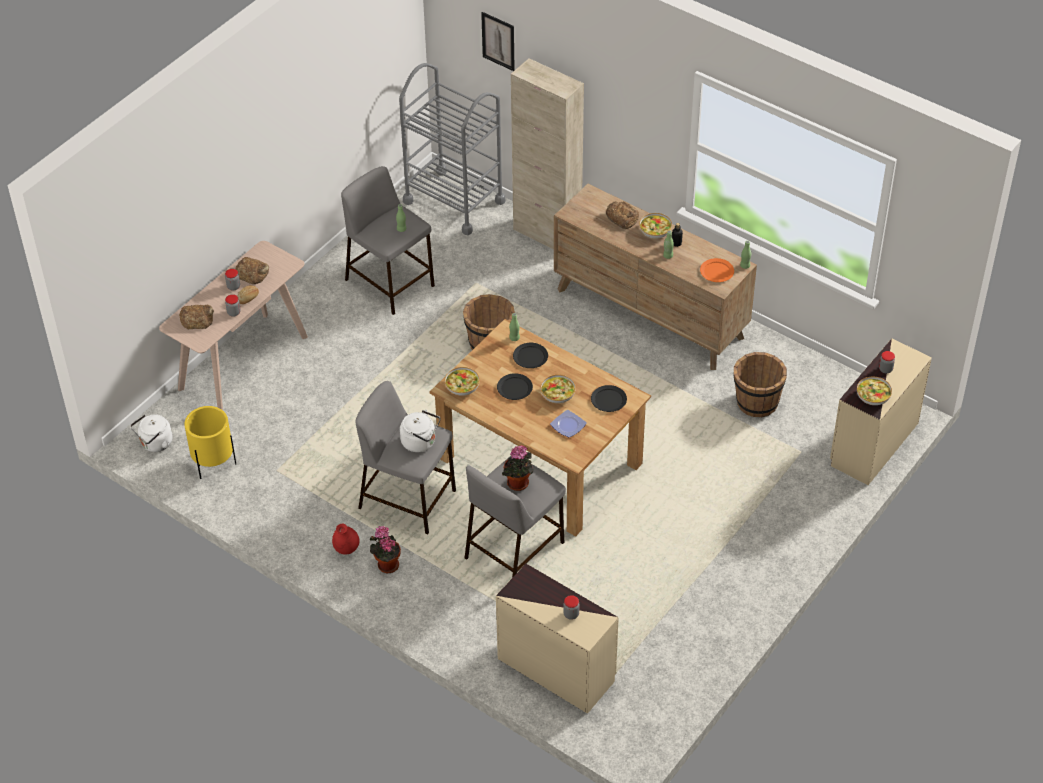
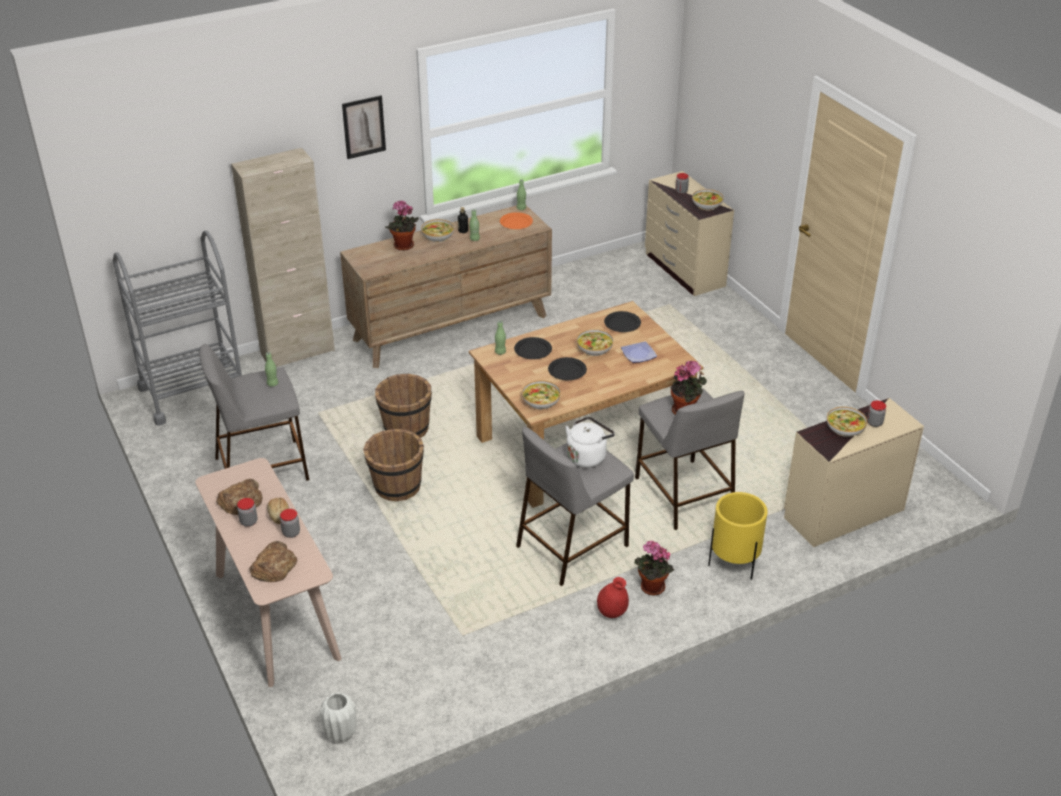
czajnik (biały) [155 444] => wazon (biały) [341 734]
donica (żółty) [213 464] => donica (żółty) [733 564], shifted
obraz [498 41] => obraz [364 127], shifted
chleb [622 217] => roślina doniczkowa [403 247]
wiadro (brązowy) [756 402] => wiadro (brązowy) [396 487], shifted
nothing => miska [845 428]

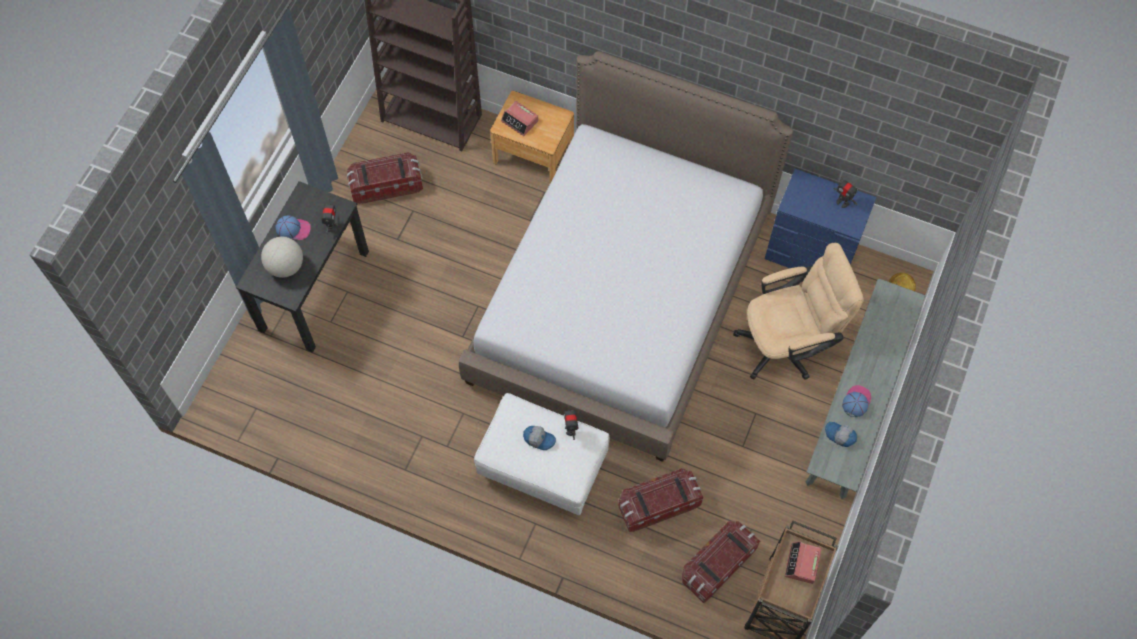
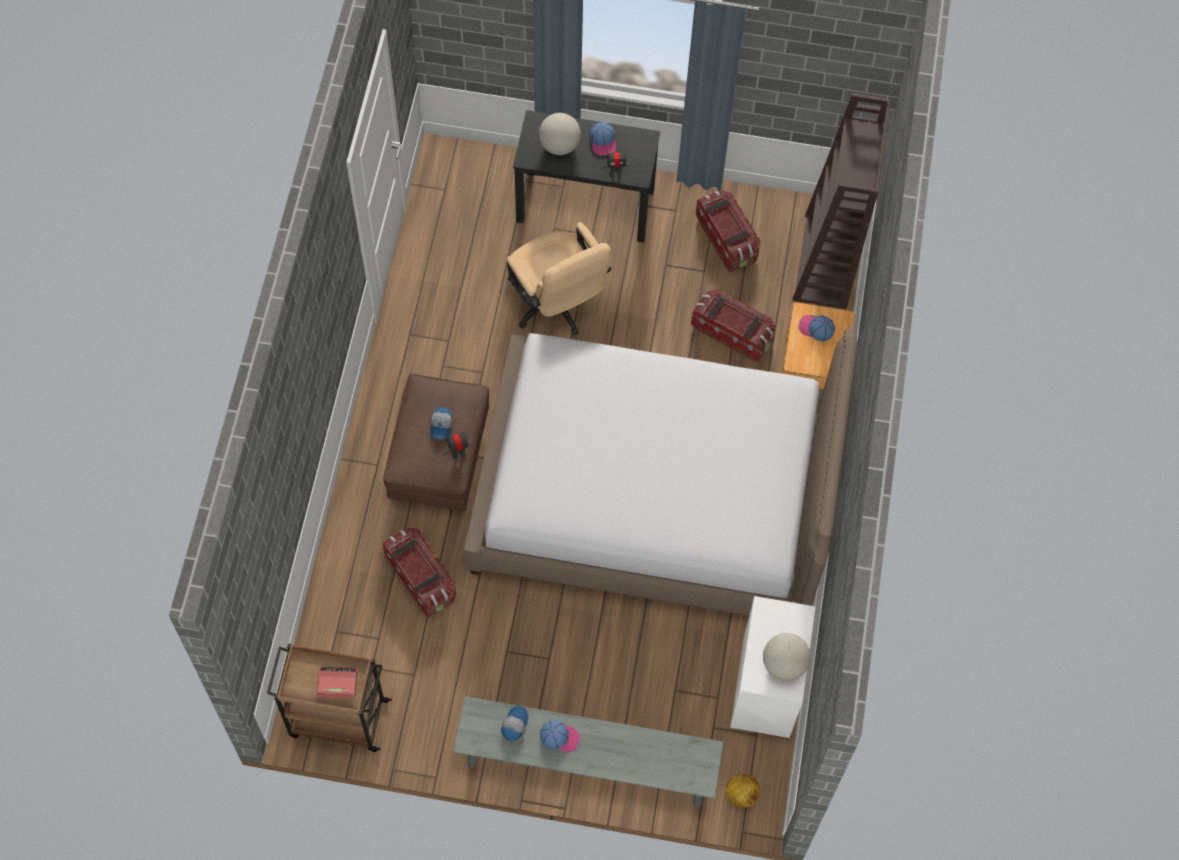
pufa (biały) [543 467] => pufa (brązowy) [439 459]
budzik [520 121] => czapka z daszkiem [816 328]
pojemnik do przechowywania [717 565] => pojemnik do przechowywania [732 332], shifted
krzesło biurowe (beżowy) [787 344] => krzesło biurowe (beżowy) [556 305], shifted
komoda (niebieski) [810 254] => komoda (biały) [766 688]
robot zabawkowy [842 202] => globus [784 664]

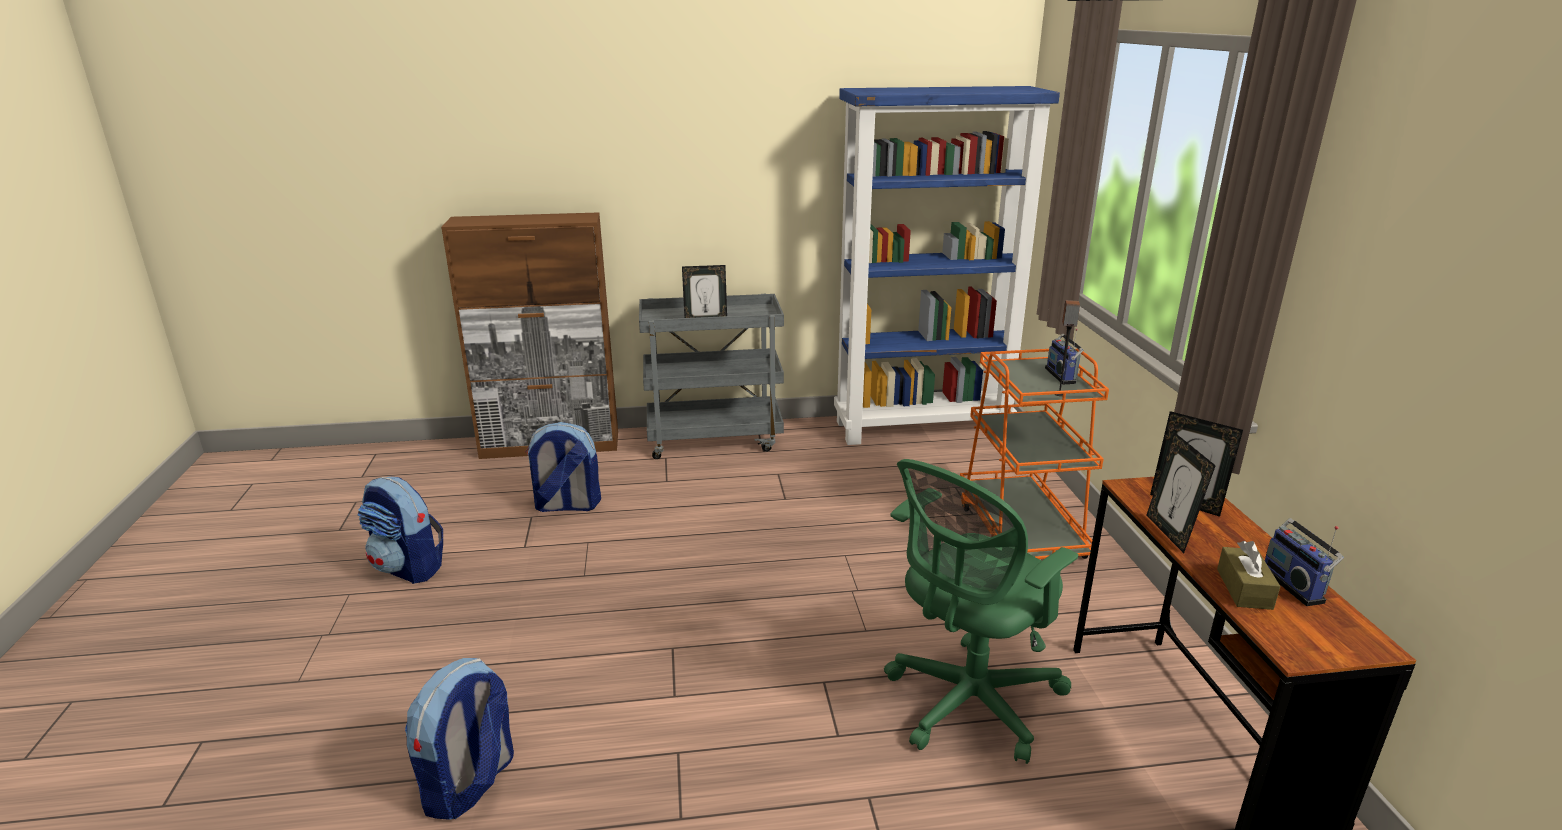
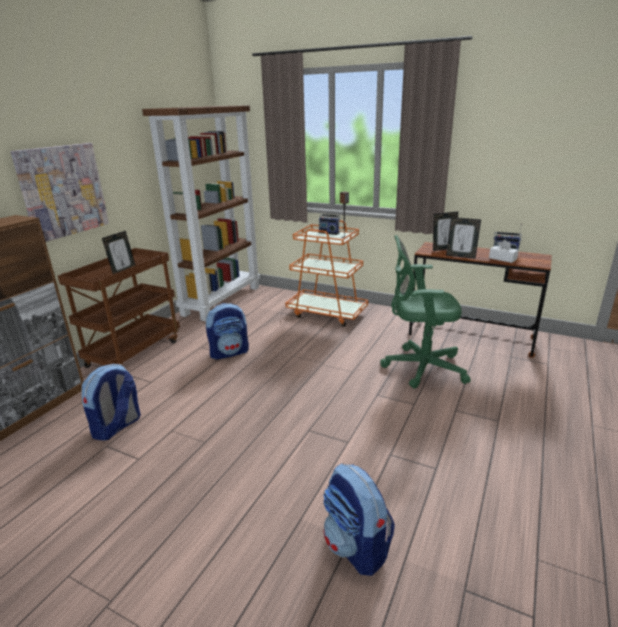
plecak [409 568] => plecak [229 352], shifted
wózek (szary) [715 439] => wózek (brązowy) [134 352]
regał (niebieski) [923 427] => regał (brązowy) [222 300]
krzesło biurowe (zielony) [967 704] => krzesło biurowe (zielony) [420 367], 105 degrees clockwise
pudełko chusteczek (brązowy) [1244 589] => pudełko chusteczek (biały) [502 259]
nothing => obraz [63 191]

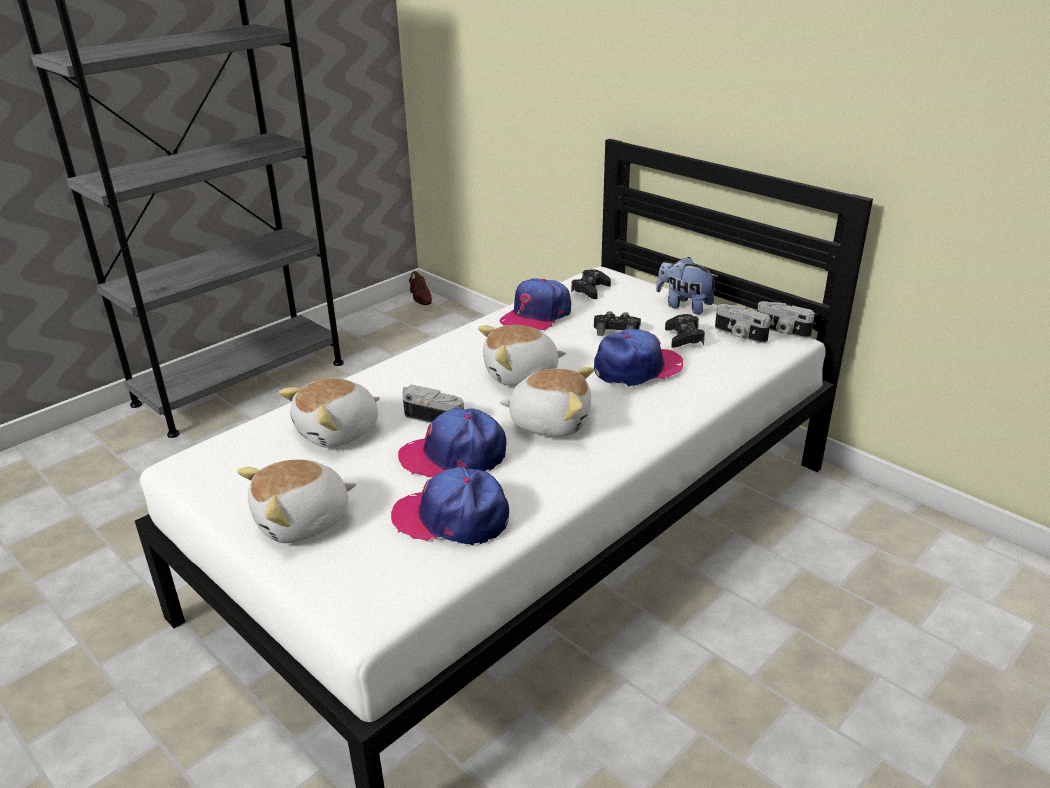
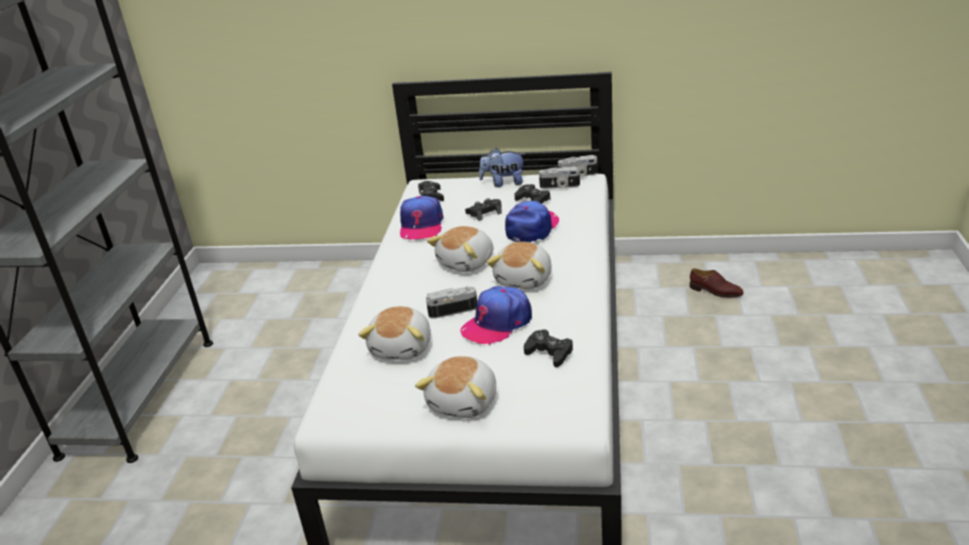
czapka z daszkiem [452 518] => pad do gier (czarny) [549 353]
but (brązowy) [420 297] => but (brązowy) [715 291], shifted
pluszak [550 422] => pluszak [525 279], 135 degrees clockwise

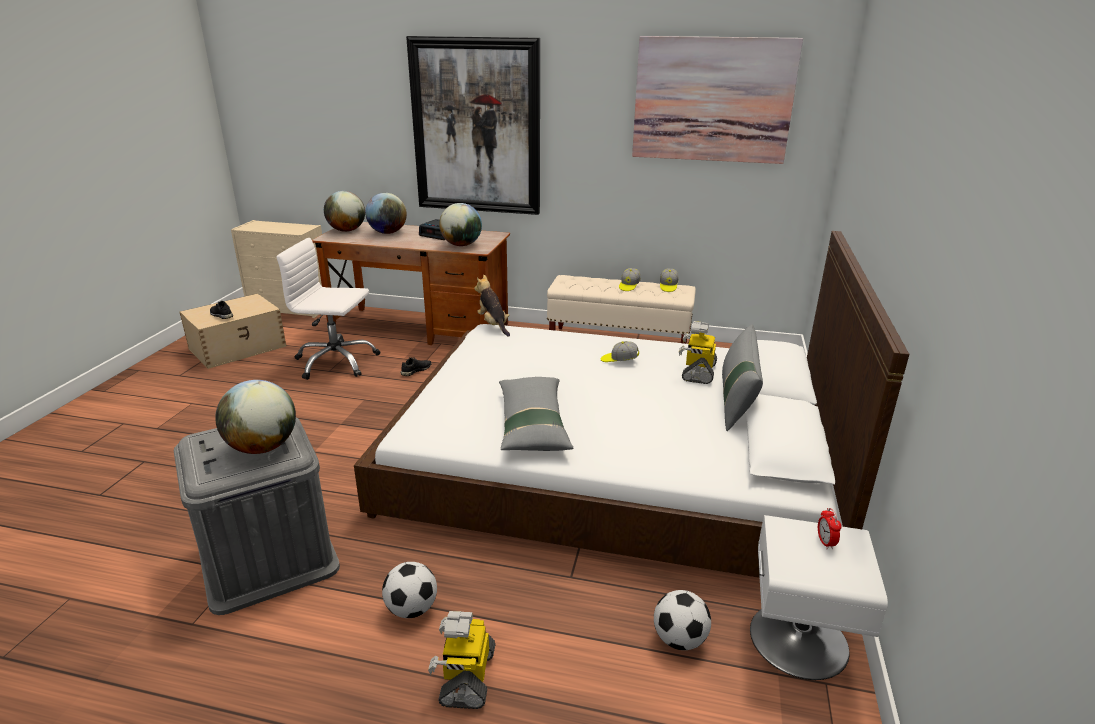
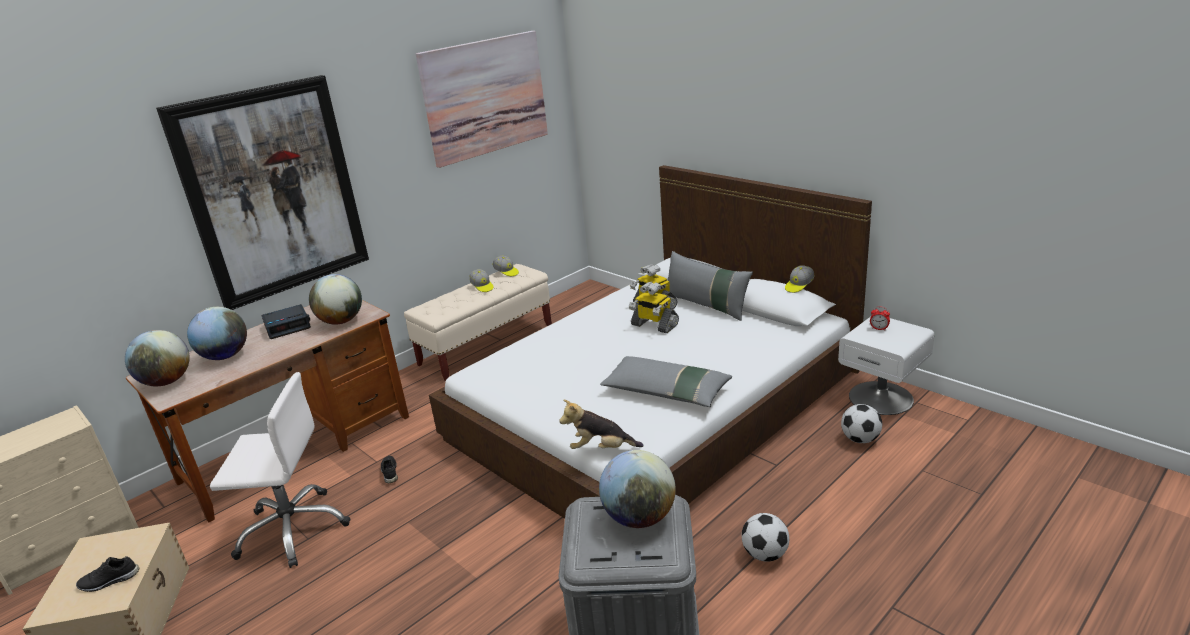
krzesło biurowe (biały) [336 362] => krzesło biurowe (biały) [293 529], 135 degrees counterclockwise
robot zabawkowy [466 676] => robot zabawkowy [654 325], shifted
pluszak [493 325] => pluszak [601 449], shifted
czapka z daszkiem [619 360] => czapka z daszkiem [799 286], shifted

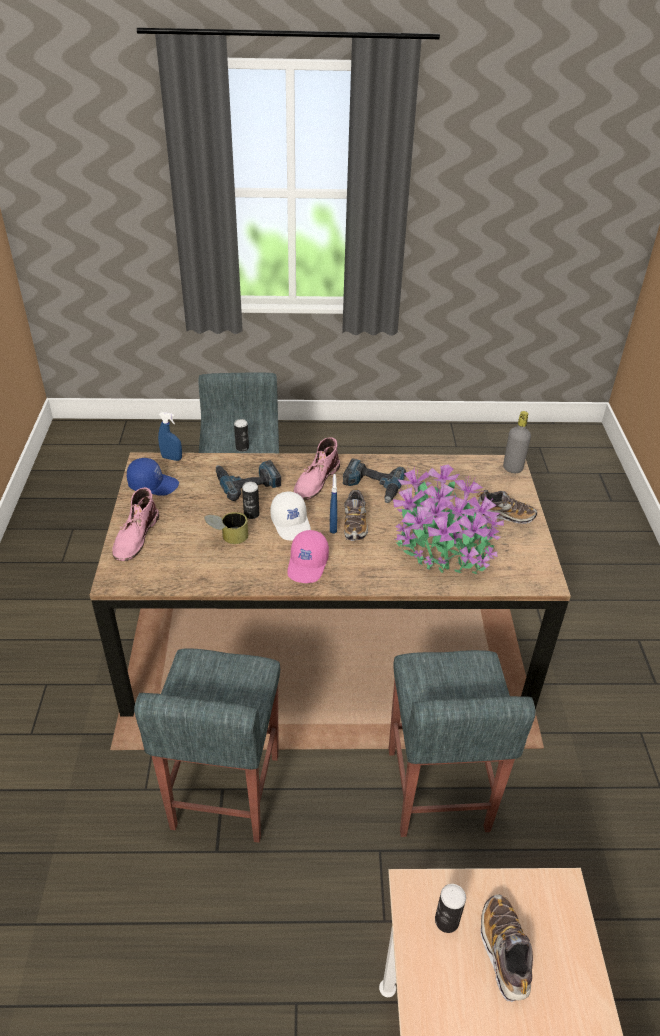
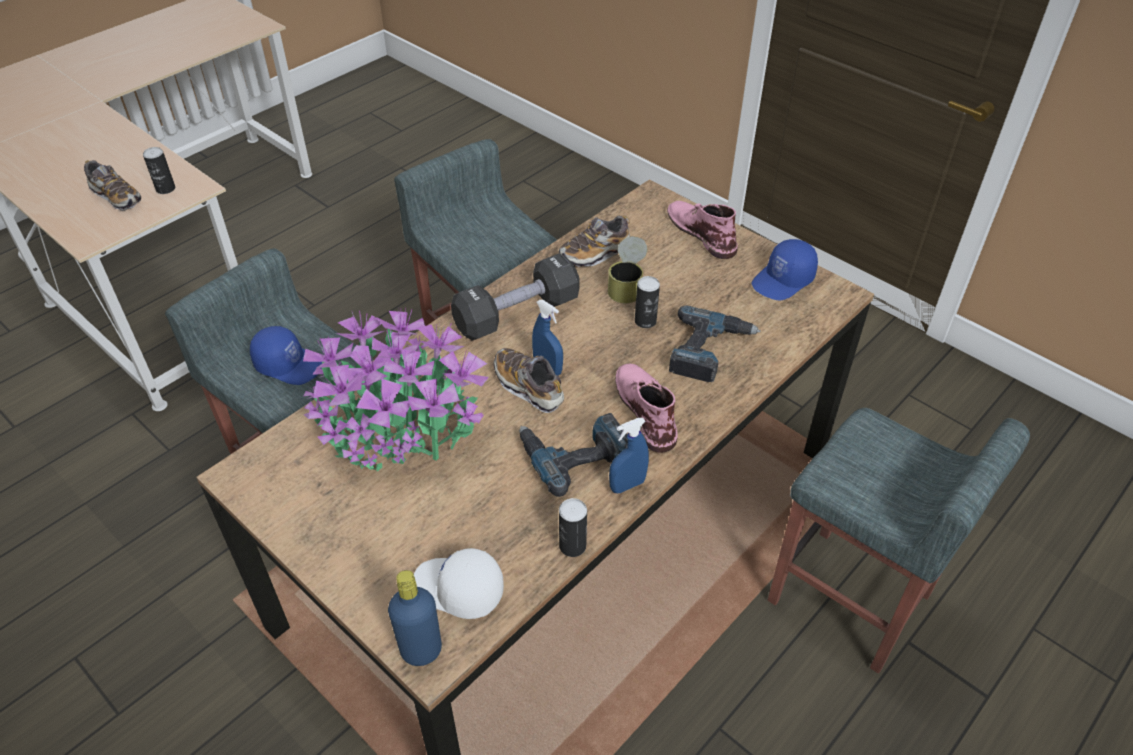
spryskiwacz (niebieski) [172 458] => spryskiwacz (niebieski) [627 485], shifted
puszka [242 448] => puszka [572 546], shifted
czapka z daszkiem (biały) [292 524] => czapka z daszkiem (biały) [458 590], shifted
czapka z daszkiem (różowy) [308 564] => hantel (czarny) [517 314]
but [504 515] => but [595 253], shifted
butelka (szary) [512 468] => butelka (niebieski) [421 650]
nothing => czapka z daszkiem (niebieski) [289 364]

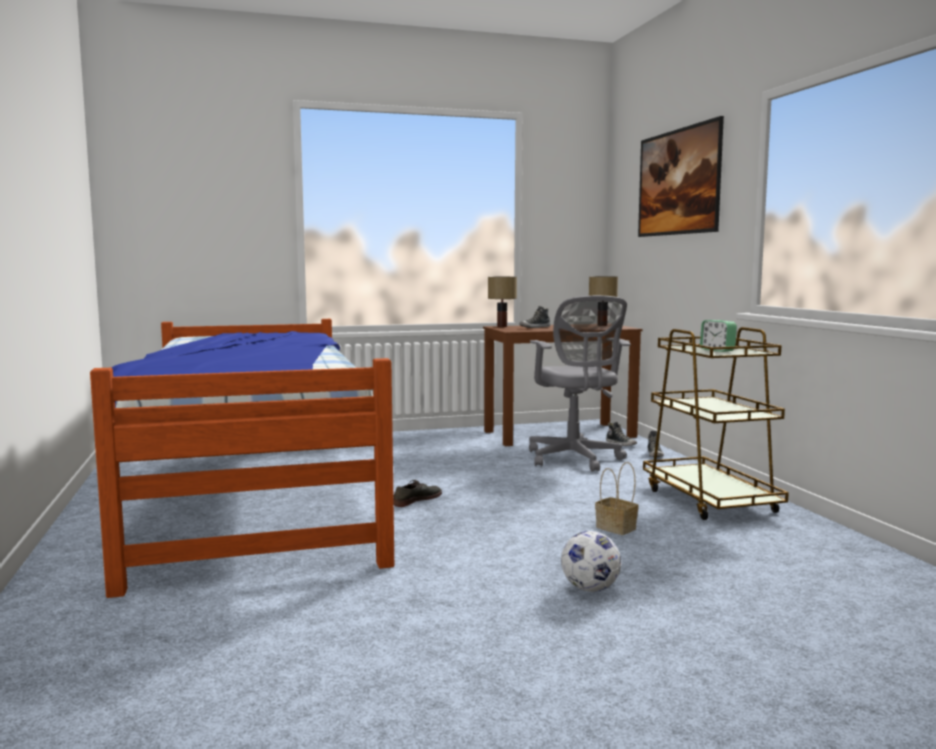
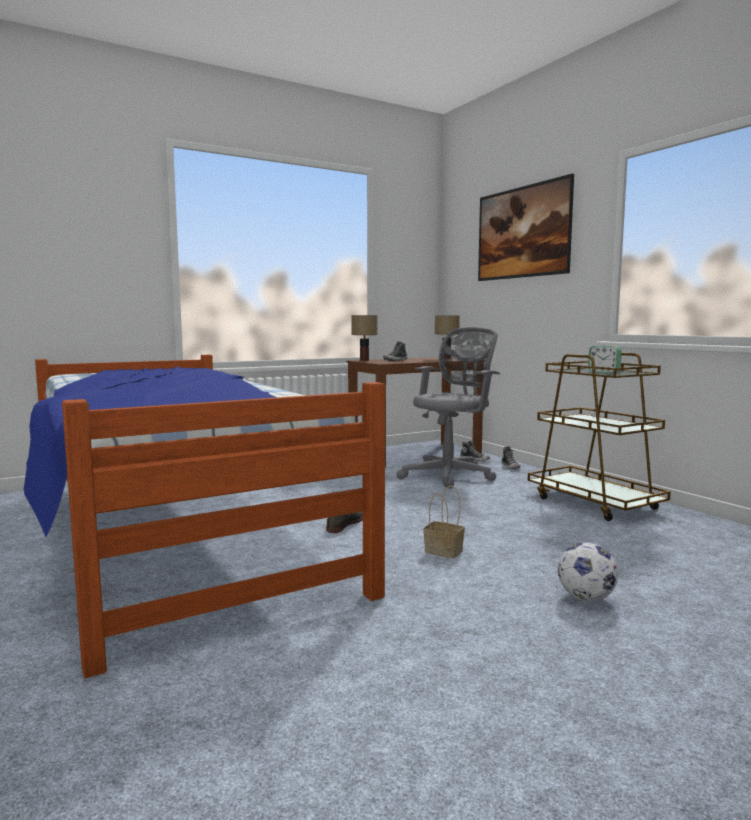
krzesło biurowe (szary) [575 459] => krzesło biurowe (szary) [450 475], 105 degrees counterclockwise
koszyk [617 528] => koszyk [445 551], shifted

